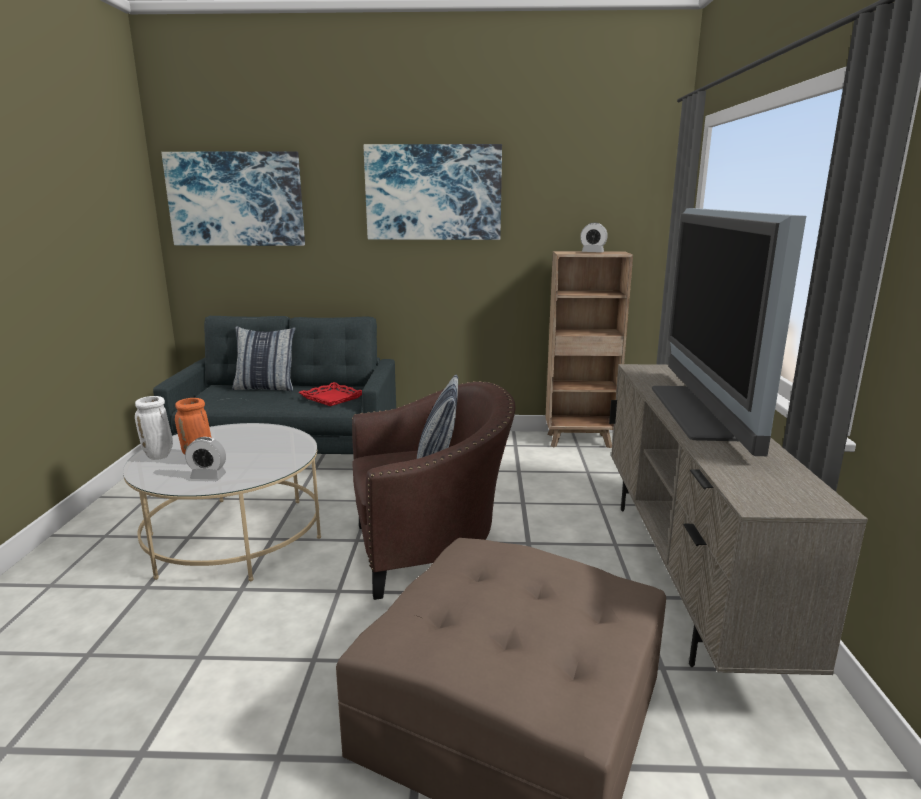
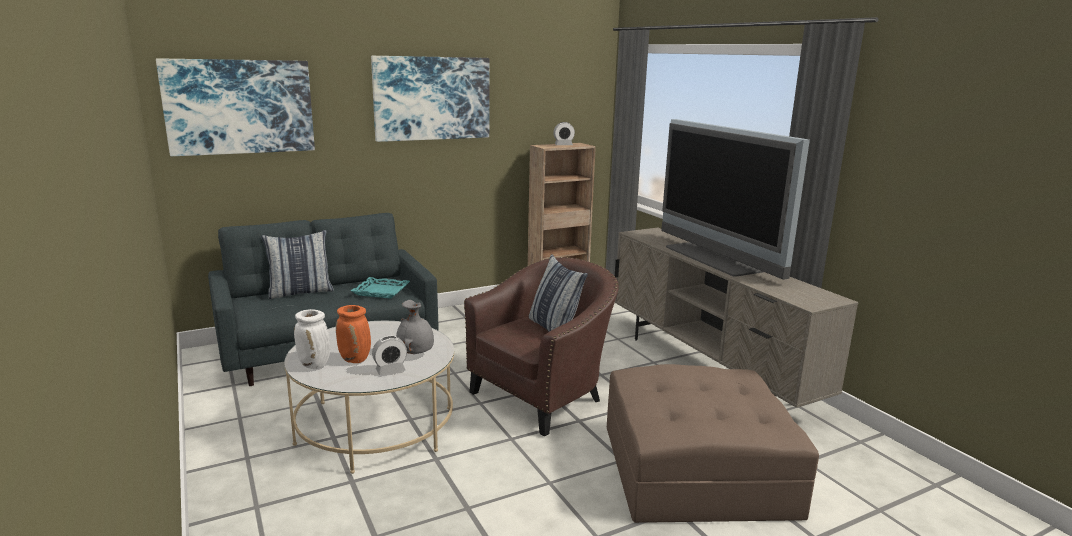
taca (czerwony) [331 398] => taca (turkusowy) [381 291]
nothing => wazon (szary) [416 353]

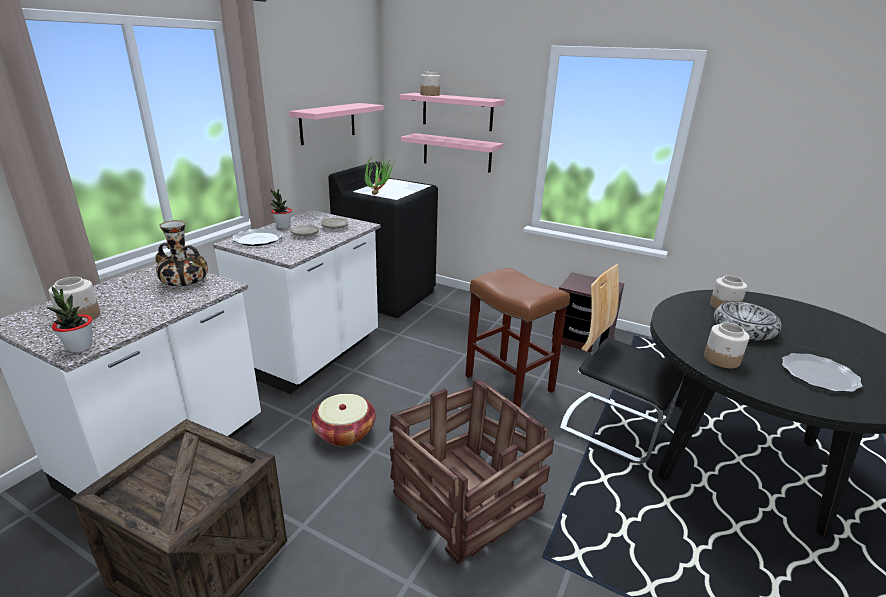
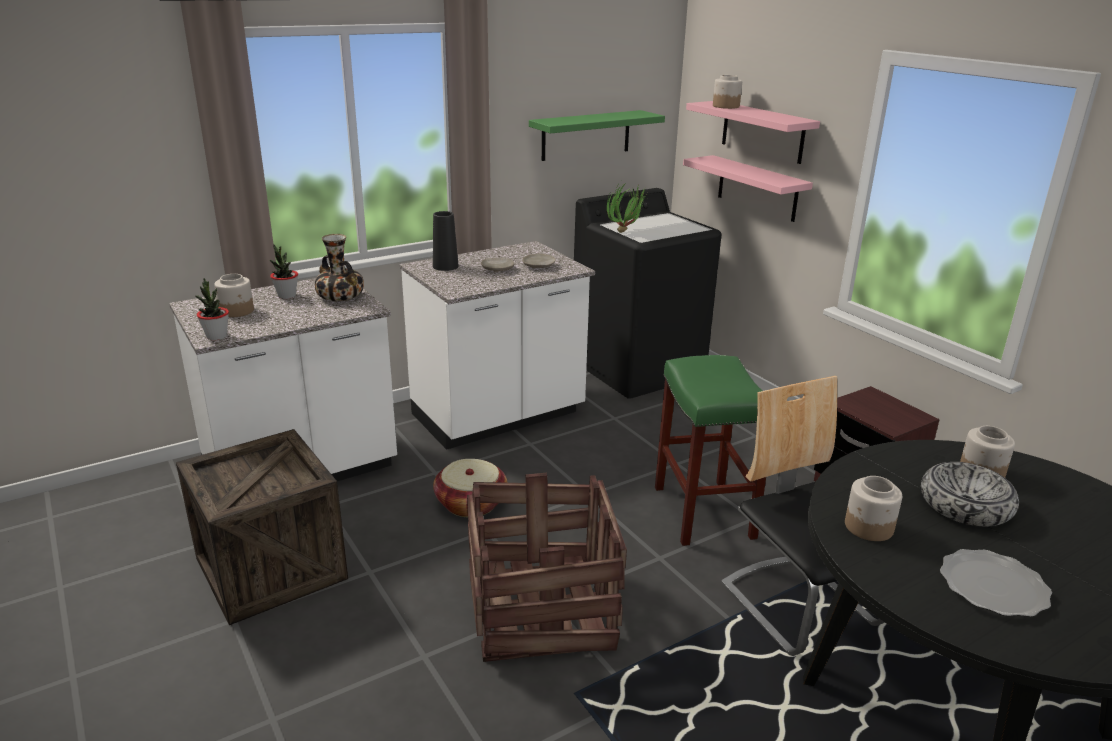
talerz [258 239] => wazon (czarny) [445 266]
roślina doniczkowa [283 227] => roślina doniczkowa [287 296], shifted
półka (różowy) [328 123] => półka (zielony) [586 135]
stołek (brązowy) [507 383] => stołek (zielony) [702 511]

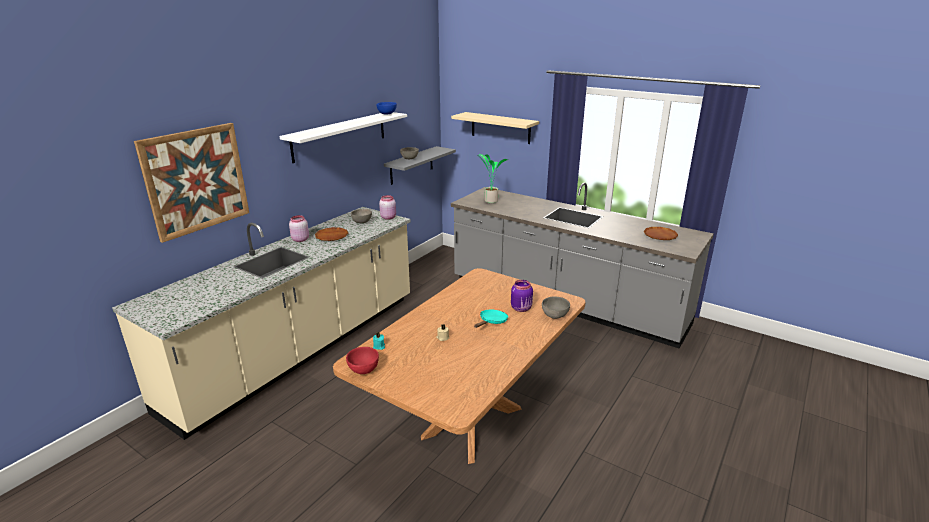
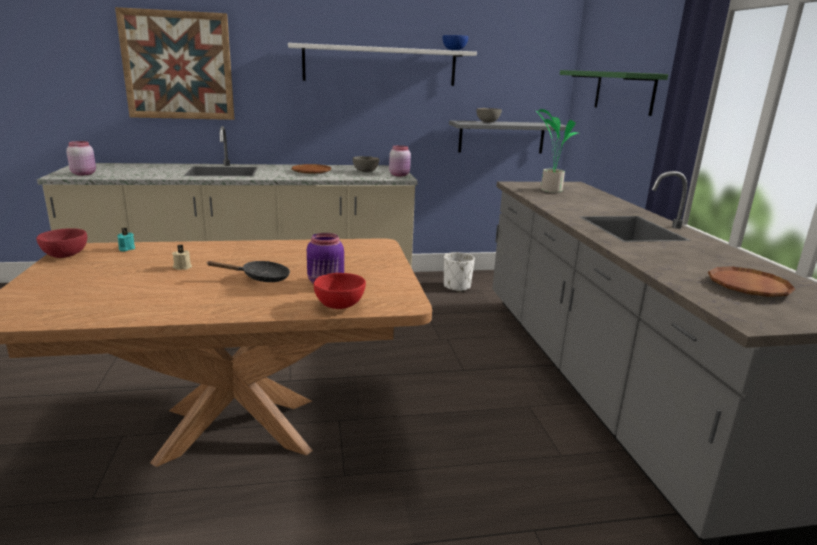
słoik (różowy) [300 239] => słoik (różowy) [84 173], shifted
półka (beżowy) [500 128] => półka (zielony) [624 92]
patelnia (turkusowy) [492 322] => patelnia (czarny) [261 278]
miska (szary) [554 315] => miska (czerwony) [339 305]
nothing => donica (biały) [457 286]

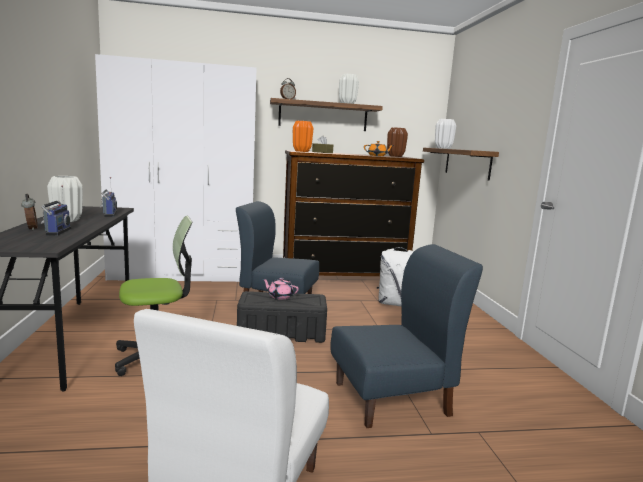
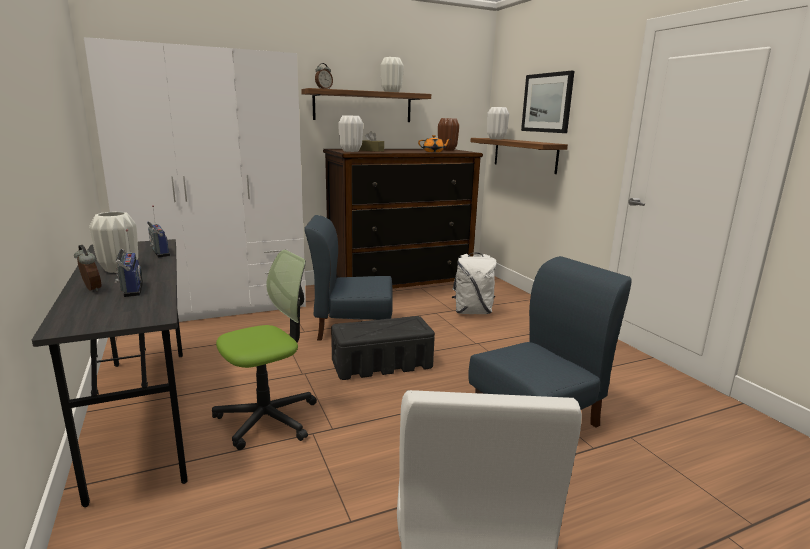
imbryk (różowy) [280 296] => nothing
wazon (pomarańczowy) [301 151] => wazon (biały) [350 151]
nothing => obraz [547 103]

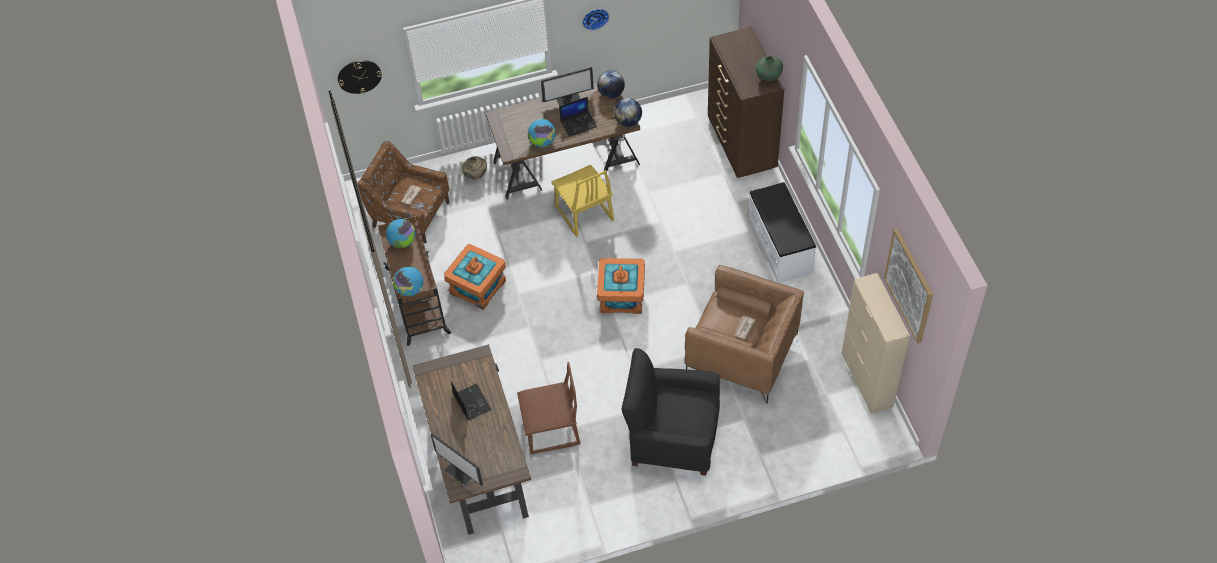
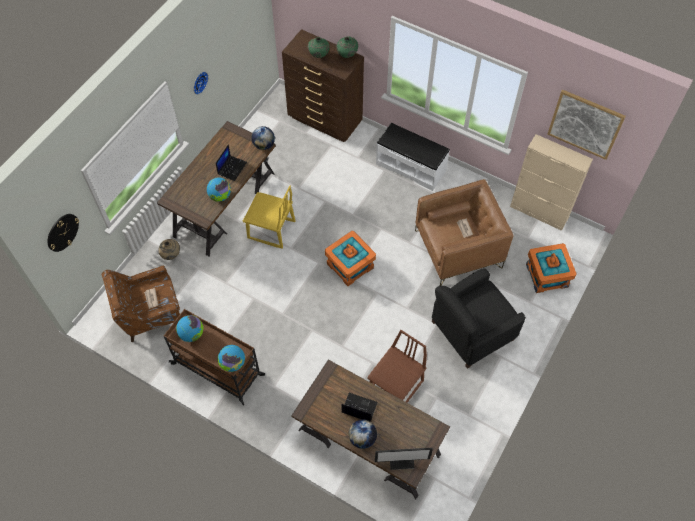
pojemnik do przechowywania (pomarańczowy) [478 287] => pojemnik do przechowywania (pomarańczowy) [547 275], shifted
monitor [568 99] => nothing
globus [611 93] => globus [362 438], shifted
nothing => wazon (zielony) [318 56]

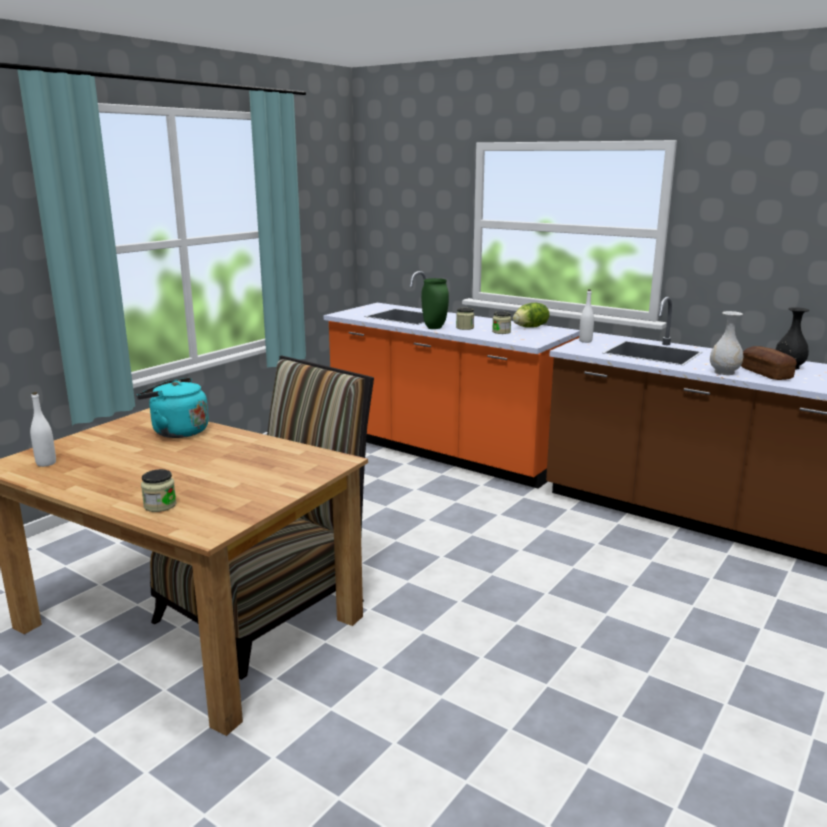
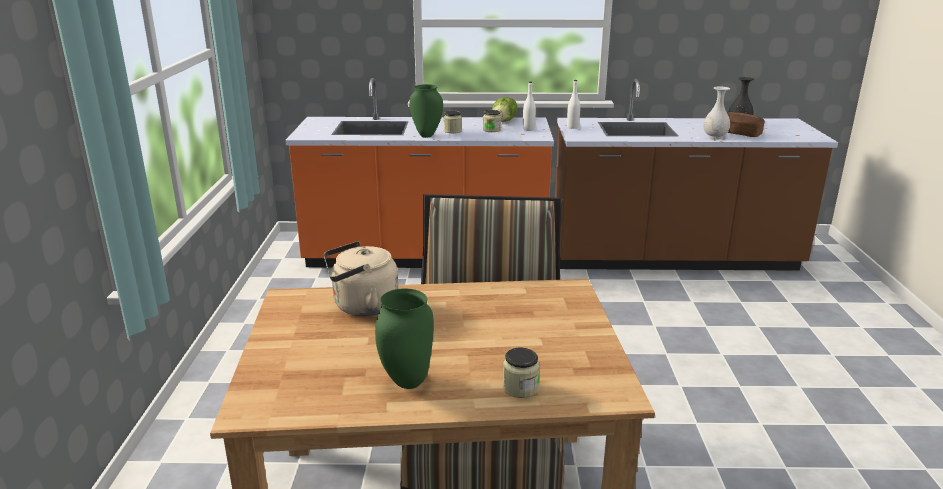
butelka (biały) [46 463] => butelka (biały) [528 129], shifted
czajnik (turkusowy) [177 431] => czajnik (beżowy) [362 307]
nothing => wazon (zielony) [408 383]

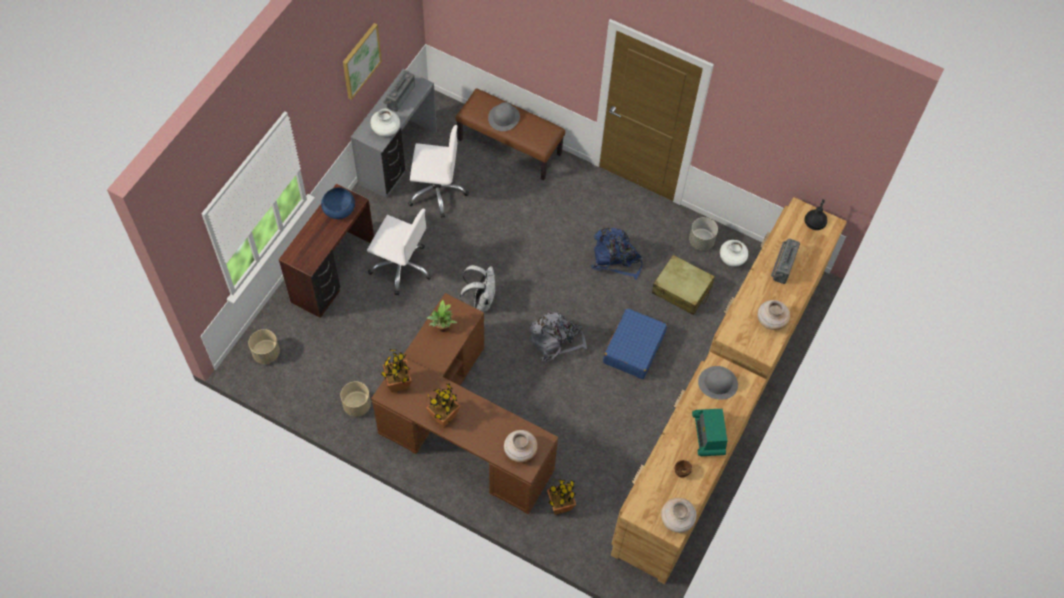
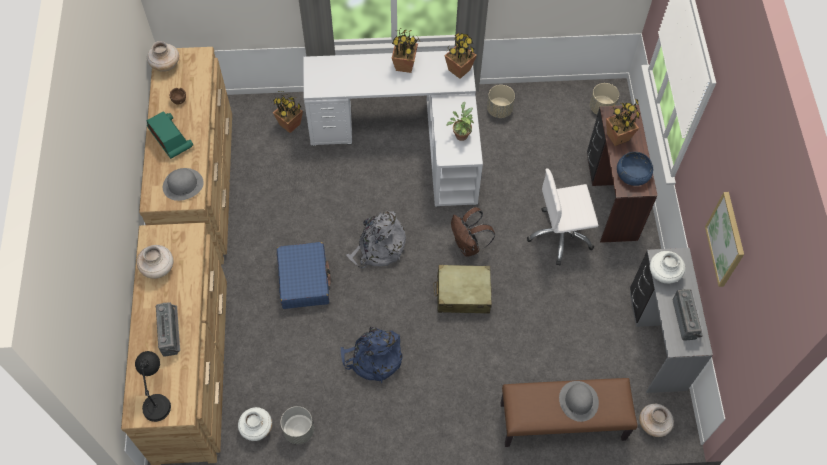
biurko (brązowy) [459 426] => biurko (biały) [408 137]
krzesło biurowe (biały) [437 191] => nothing
plecak (biały) [481 300] => plecak (brązowy) [468 246]
wazon (beżowy) [520 451] => wazon (beżowy) [653 424], shifted
walizka (beżowy) [682 290] => walizka (beżowy) [463 294], shifted
nothing => roślina doniczkowa [617 137]

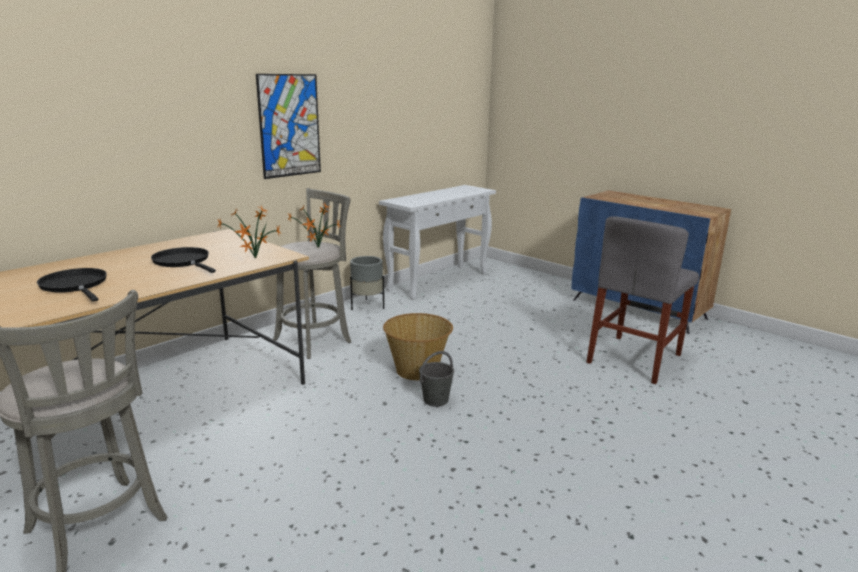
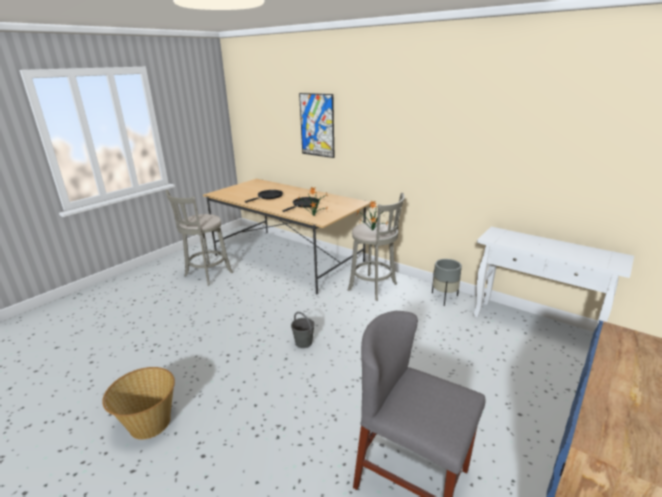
obraz [289 126] => obraz [317 125], shifted
koszyk [417 370] => koszyk [149 423], shifted

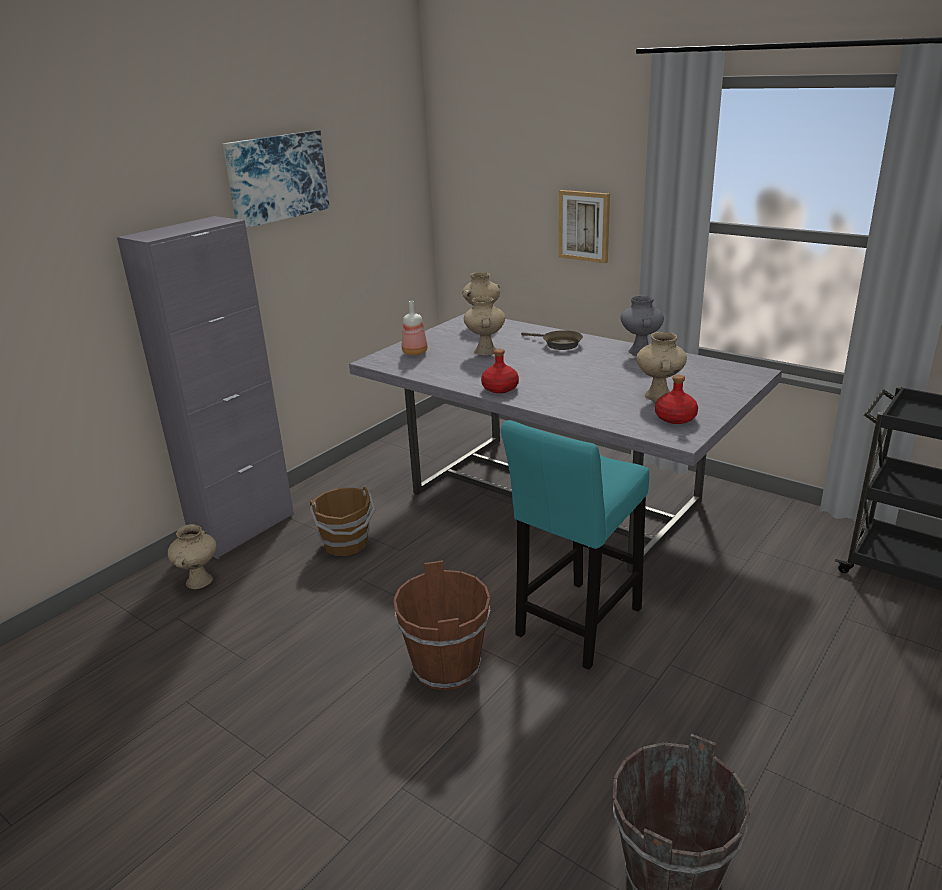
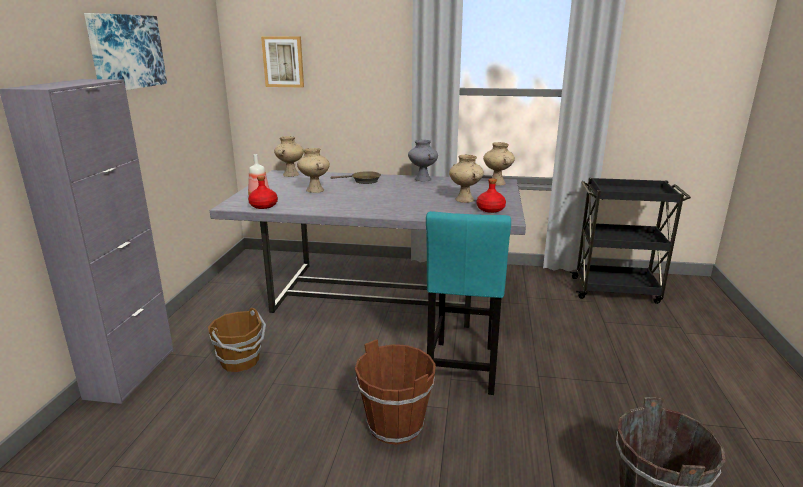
wazon (beżowy) [199 581] => wazon (beżowy) [497 183], shifted
butelka (czerwony) [500 388] => butelka (czerwony) [263 206], shifted
obraz [584 226] => obraz [283 62], shifted

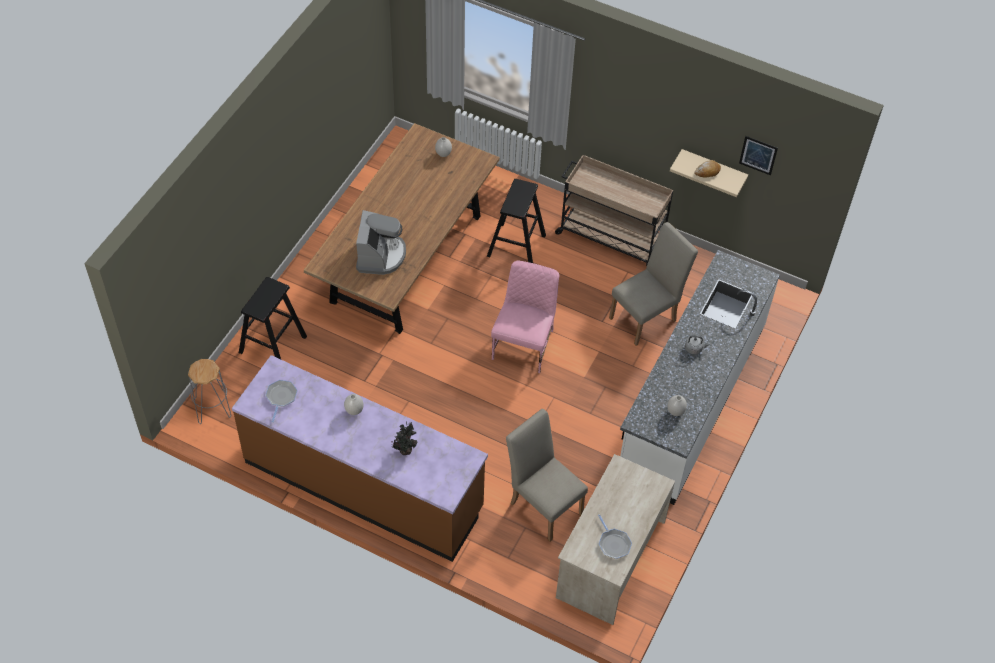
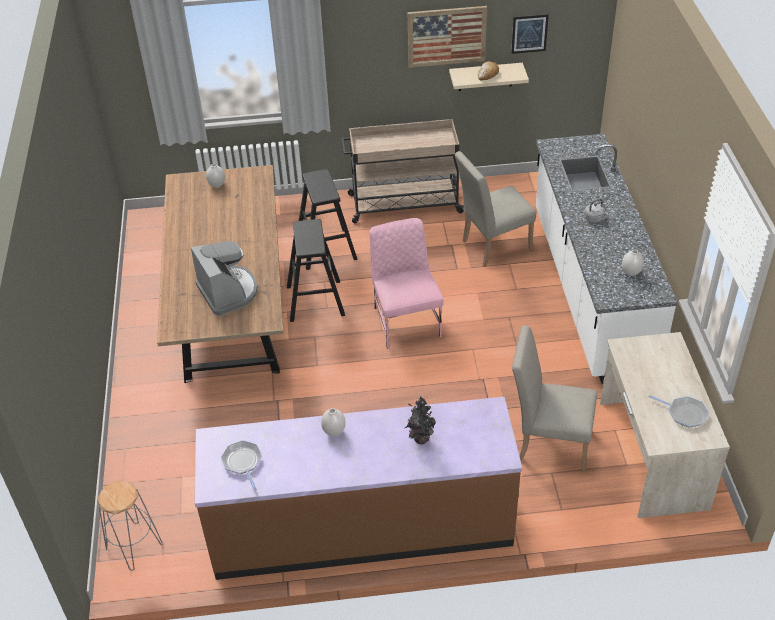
stołek (czarny) [272 344] => stołek (czarny) [315 300], shifted
krzesło (beżowy) [647 317] => krzesło (beżowy) [492 246], 135 degrees counterclockwise
nothing => obraz [446 36]

